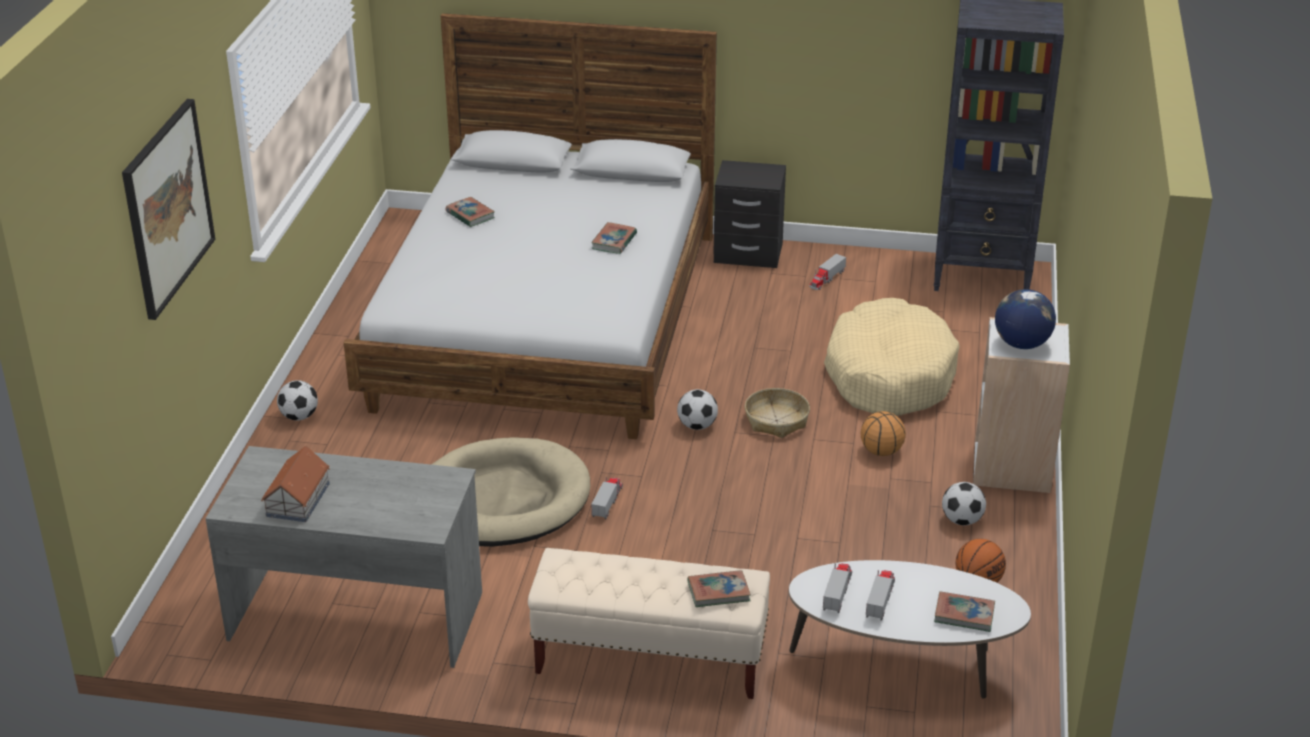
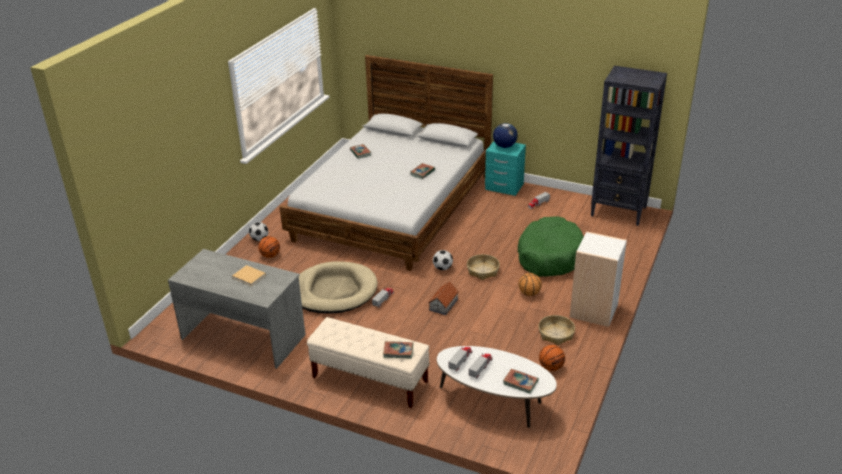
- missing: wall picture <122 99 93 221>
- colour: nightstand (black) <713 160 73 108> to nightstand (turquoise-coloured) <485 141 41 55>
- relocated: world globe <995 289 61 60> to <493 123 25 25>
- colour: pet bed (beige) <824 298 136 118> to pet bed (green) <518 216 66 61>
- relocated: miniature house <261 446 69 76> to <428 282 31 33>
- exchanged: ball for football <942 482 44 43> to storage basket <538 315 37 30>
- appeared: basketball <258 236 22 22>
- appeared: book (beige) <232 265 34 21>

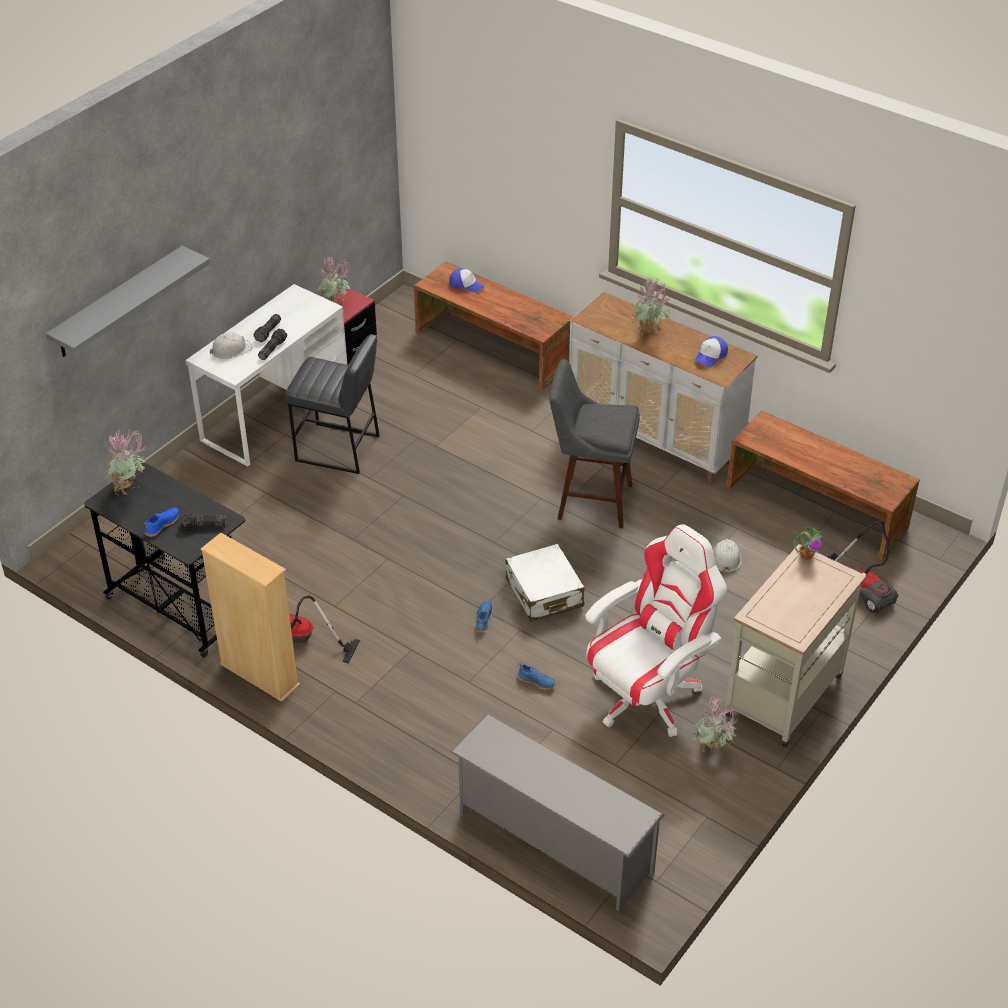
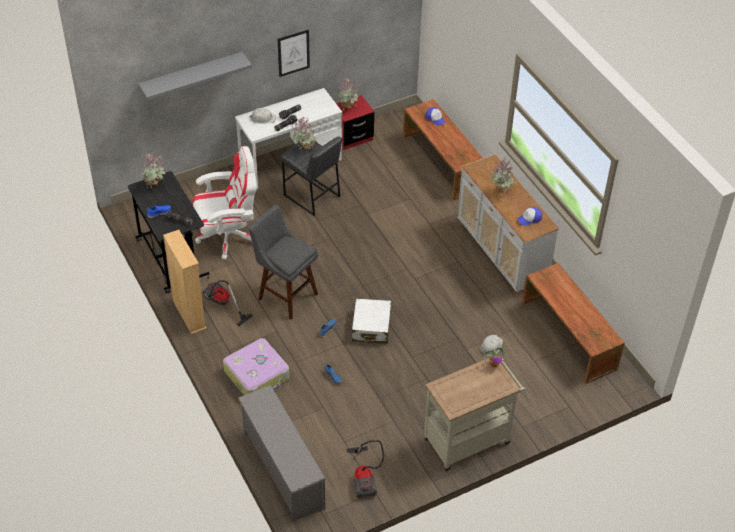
- relocated: stool seat (greyish) <549 359 91 170> to <249 205 69 114>
- relocated: hoover <828 521 70 93> to <346 440 38 59>
- relocated: office chair (white-coloured) <585 524 142 213> to <193 146 64 114>
- relocated: plant in a pot <692 696 46 57> to <291 117 26 34>
- appeared: wall picture <278 30 32 47>
- appeared: suitcase <223 338 66 57>

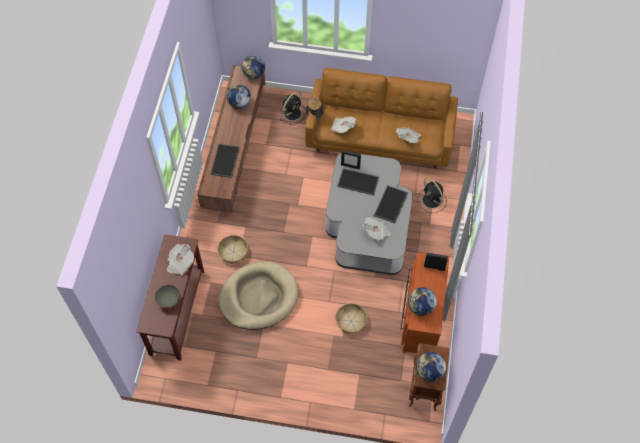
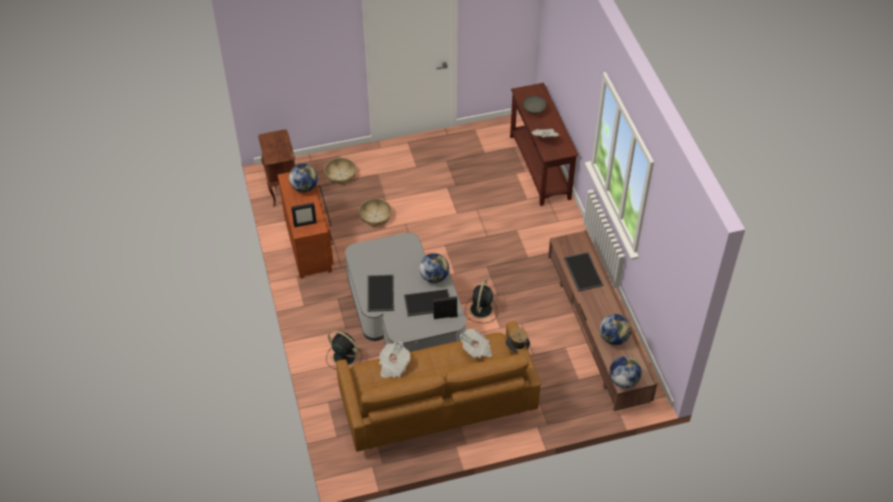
- relocated: cooling fan (black) <280 91 25 34> to <465 279 32 44>
- missing: printed paper <363 217 28 23>
- relocated: storage basket <218 235 30 29> to <325 158 31 27>
- missing: pet bed (beige) <219 261 79 69>
- relocated: world globe <416 352 30 30> to <419 253 30 30>

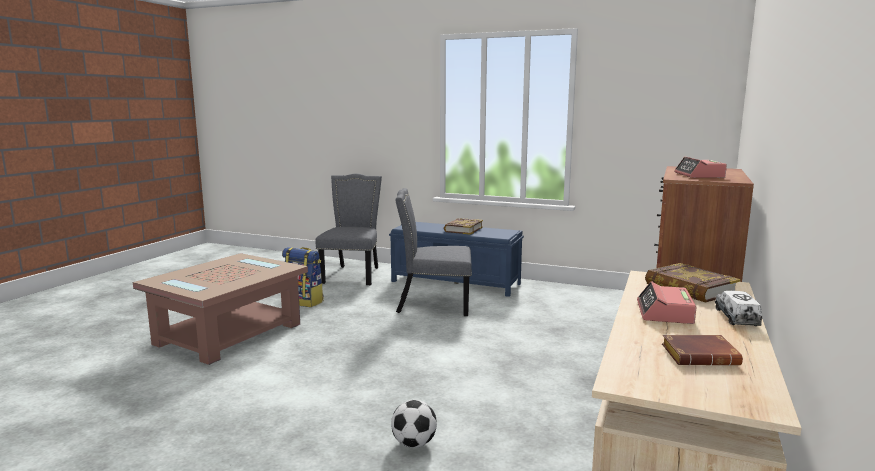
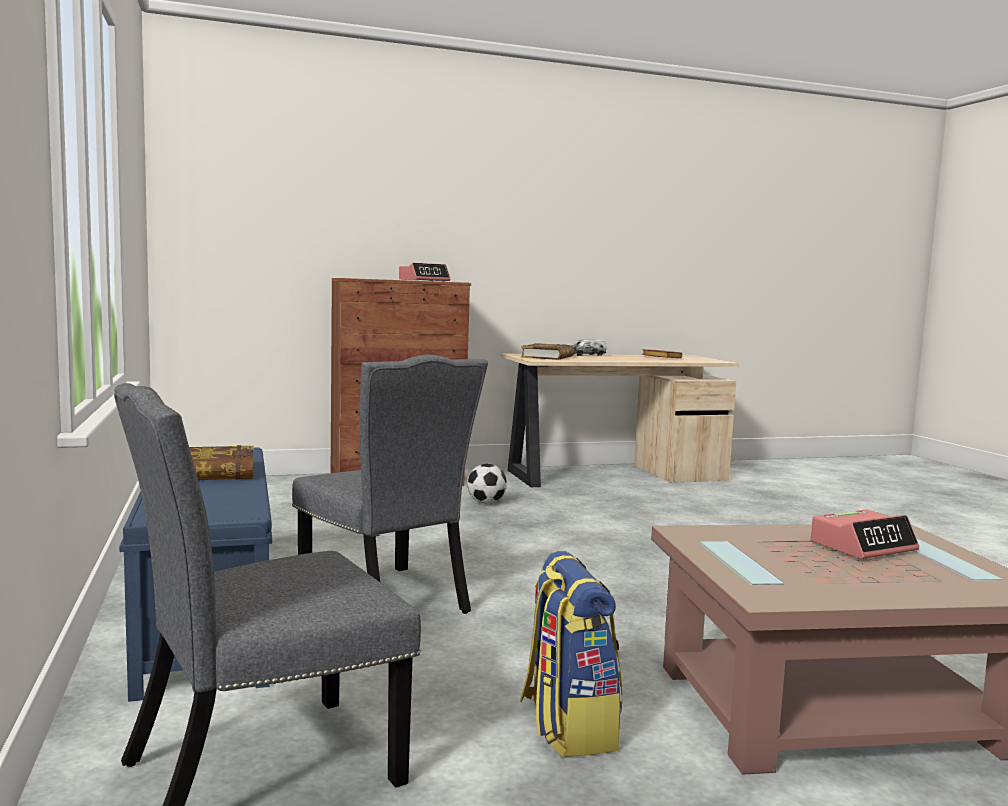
- relocated: alarm clock <637 281 59 43> to <811 510 108 49>
- relocated: ball for football <391 400 46 48> to <467 464 40 40>

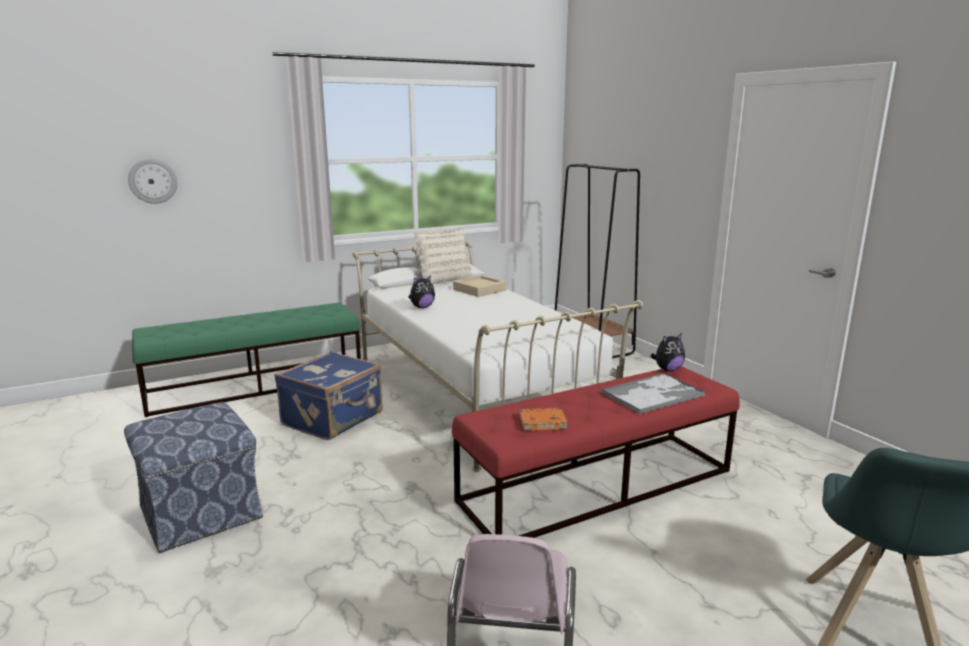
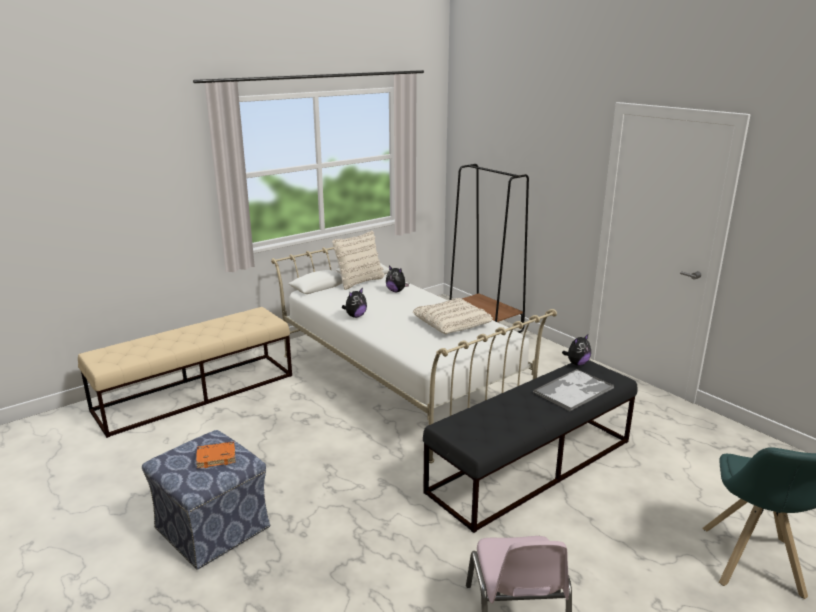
- missing: wall clock <128 159 50 45>
- exchanged: serving tray (beige) <453 275 53 22> to soft toy <386 266 23 26>
- colour: long seat (green) <132 303 229 114> to long seat (beige) <78 307 214 131>
- missing: suitcase (blue) <274 351 109 89>
- colour: long seat (reddish) <452 366 288 172> to long seat (black) <423 360 215 173>
- relocated: book (orange) <520 408 48 23> to <196 441 40 28>
- appeared: throw pillow (beige) <413 298 80 36>

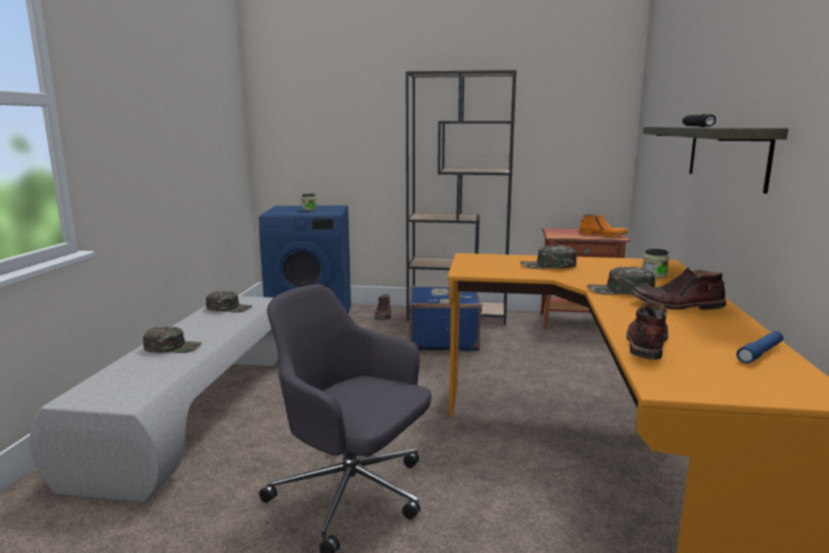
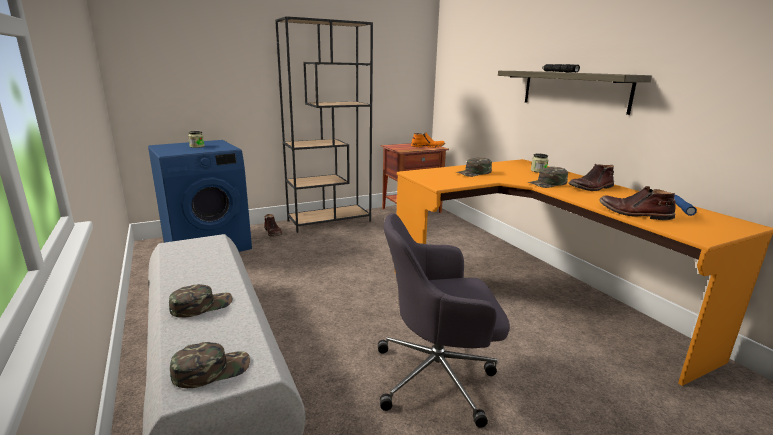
- missing: suitcase (blue) <409 286 73 65>
- relocated: cap (green) <206 291 47 22> to <170 342 80 46>
- spun: boot (brownish) <626 301 42 59> = <599 186 77 34> 45 degrees counterclockwise

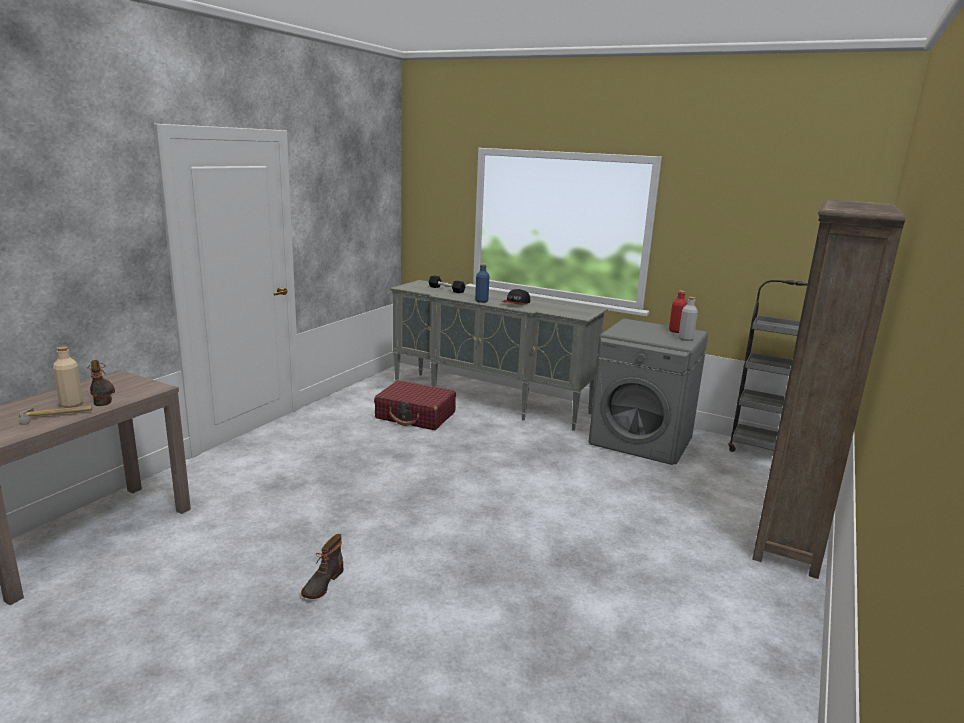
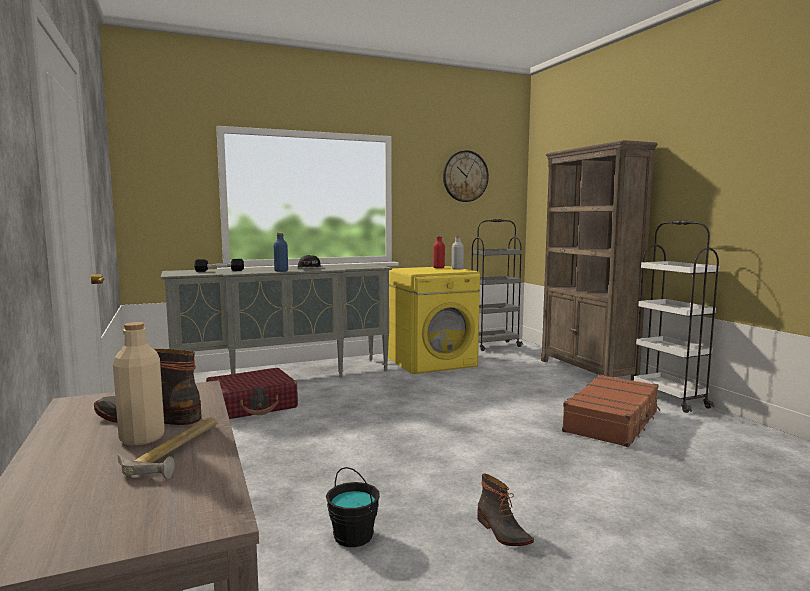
- colour: laundry machine (greyish) <588 318 120 147> to laundry machine (yellowish) <388 266 92 108>
- appeared: wall clock <443 150 46 52>
- appeared: wheeled cart (white-coloured) <634 220 85 193>
- appeared: suitcase (brownish) <562 375 98 72>
- appeared: pail (black) <326 467 54 80>

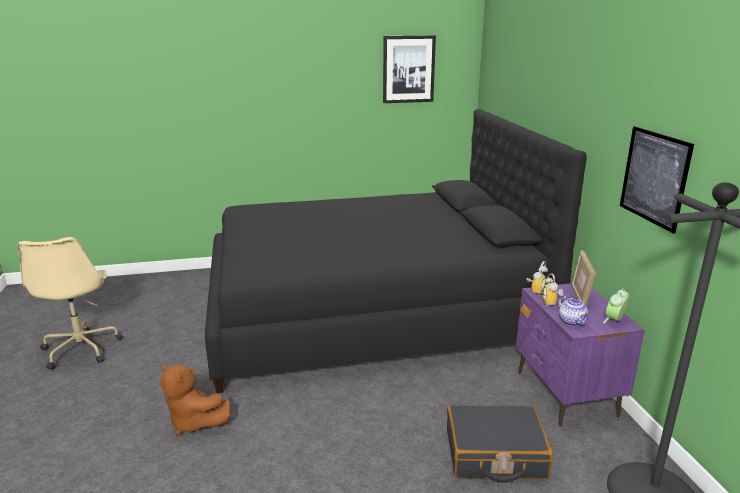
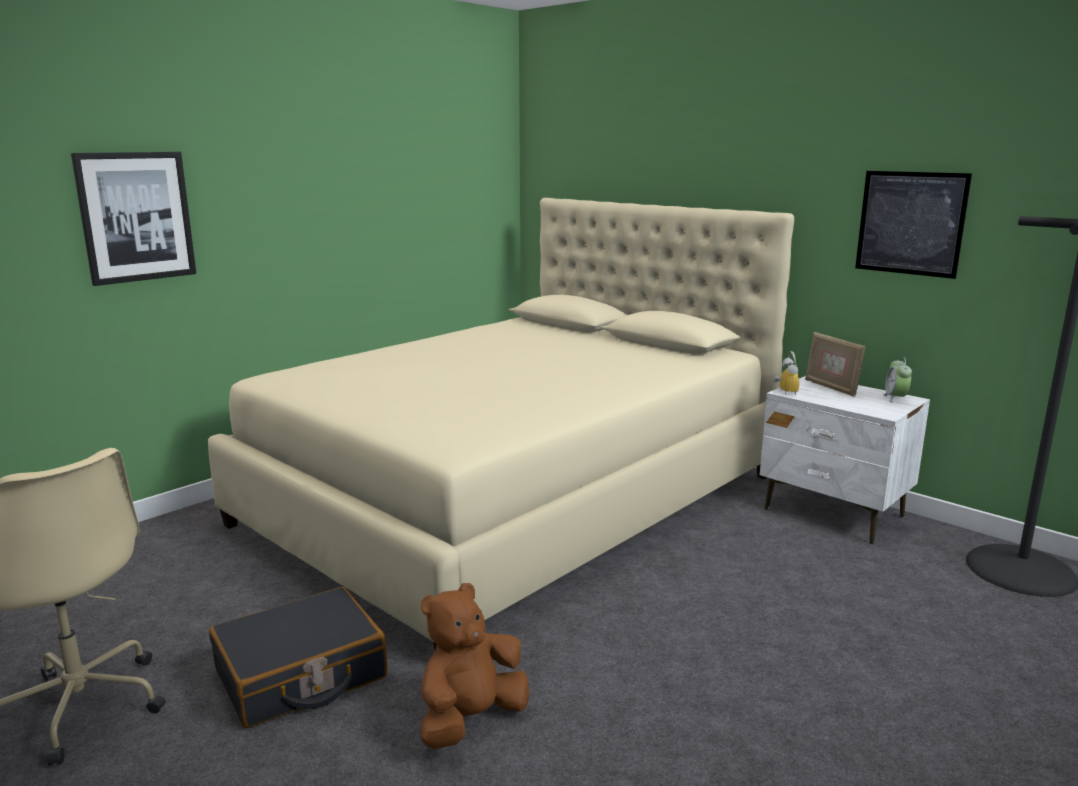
- relocated: wall picture <383 35 53 68> to <71 152 125 134>
- colour: bedroom bed (black) <205 109 382 284> to bedroom bed (beige) <208 198 586 452>
- missing: alarm clock <541 274 22 32>
- colour: nightstand (purple) <516 283 129 143> to nightstand (white-coloured) <760 376 170 168>
- missing: tea pot <558 295 33 31>
- spun: soft toy (brownish) <161 364 70 71> = <420 583 110 166> 135 degrees clockwise
- relocated: suitcase (black) <447 405 106 78> to <209 587 178 141>

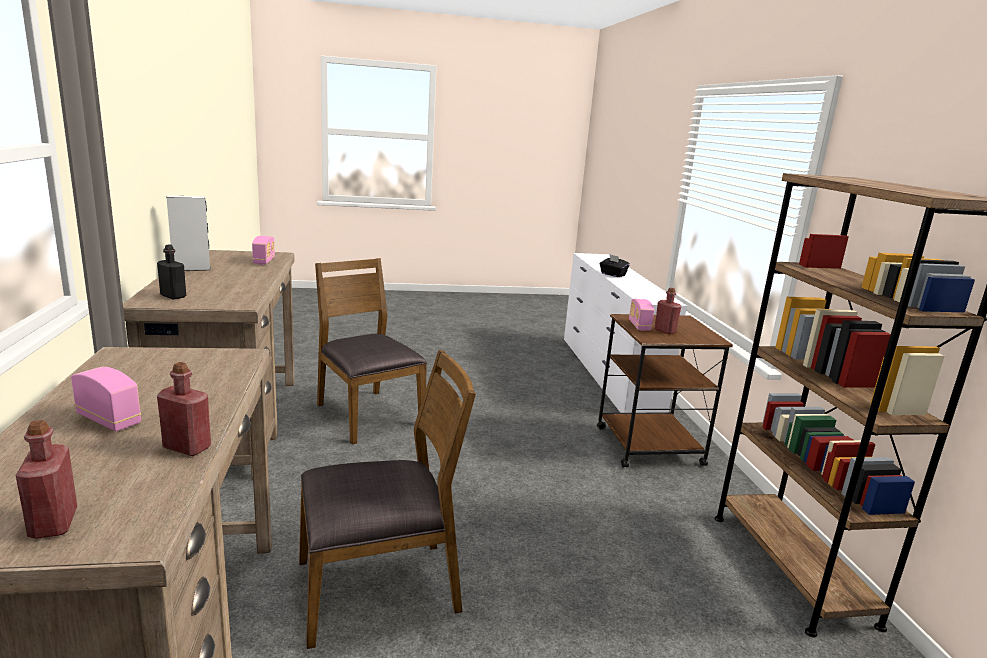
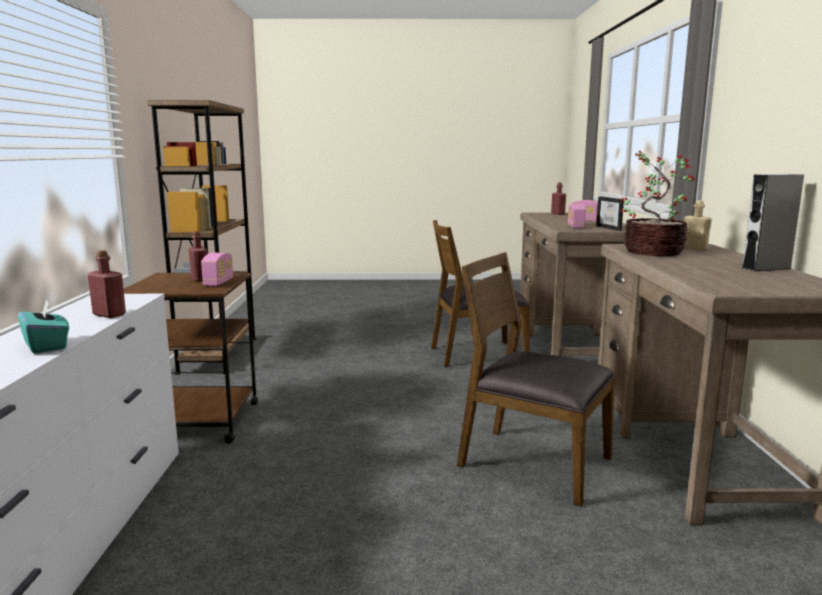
- relocated: radio <252 236 23 29> to <568 204 18 25>
- colour: beverage bottle (black) <157 244 29 55> to beverage bottle (beige) <684 200 28 51>
- colour: tissue holder (black) <600 254 30 23> to tissue holder (turquoise-coloured) <18 299 51 55>
- spun: chair (brownish) <315 258 112 187> = <457 252 158 254> 150 degrees clockwise
- relocated: beverage bottle (reddish) <157 362 54 94> to <88 250 38 68>
- appeared: plant in a pot <621 150 75 106>
- appeared: standing frame <596 196 28 35>

